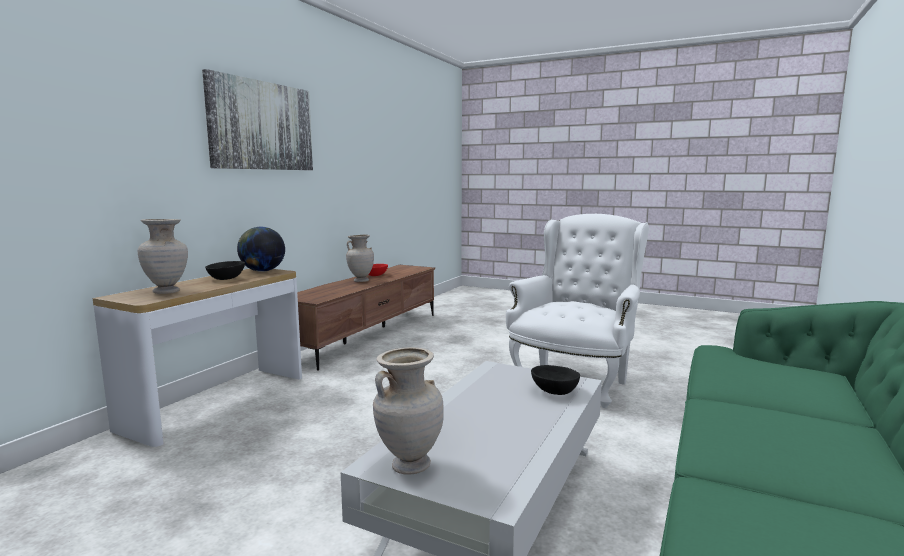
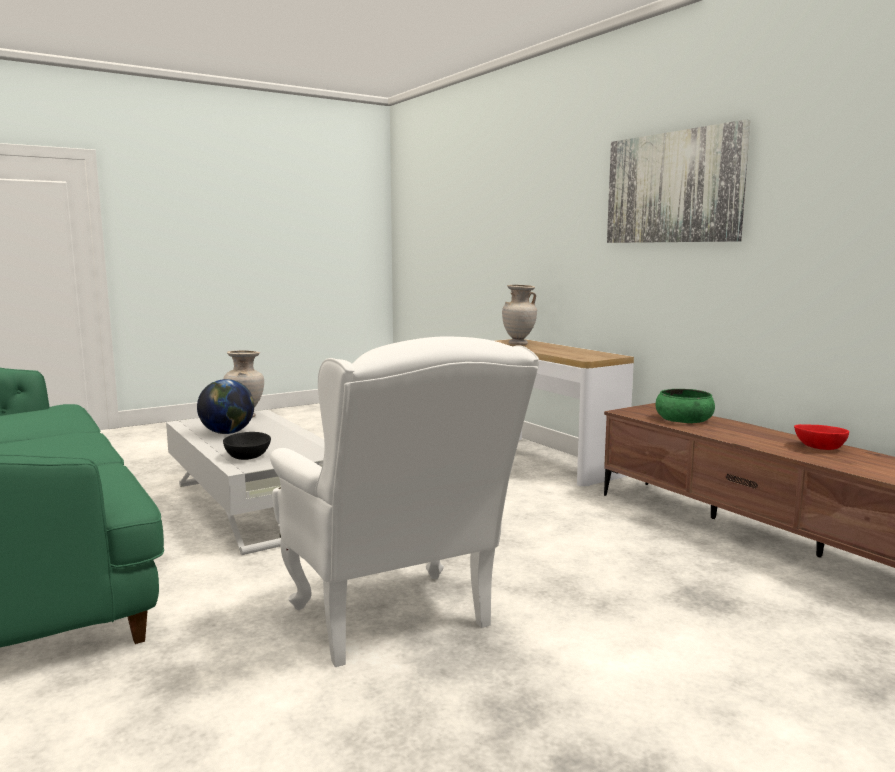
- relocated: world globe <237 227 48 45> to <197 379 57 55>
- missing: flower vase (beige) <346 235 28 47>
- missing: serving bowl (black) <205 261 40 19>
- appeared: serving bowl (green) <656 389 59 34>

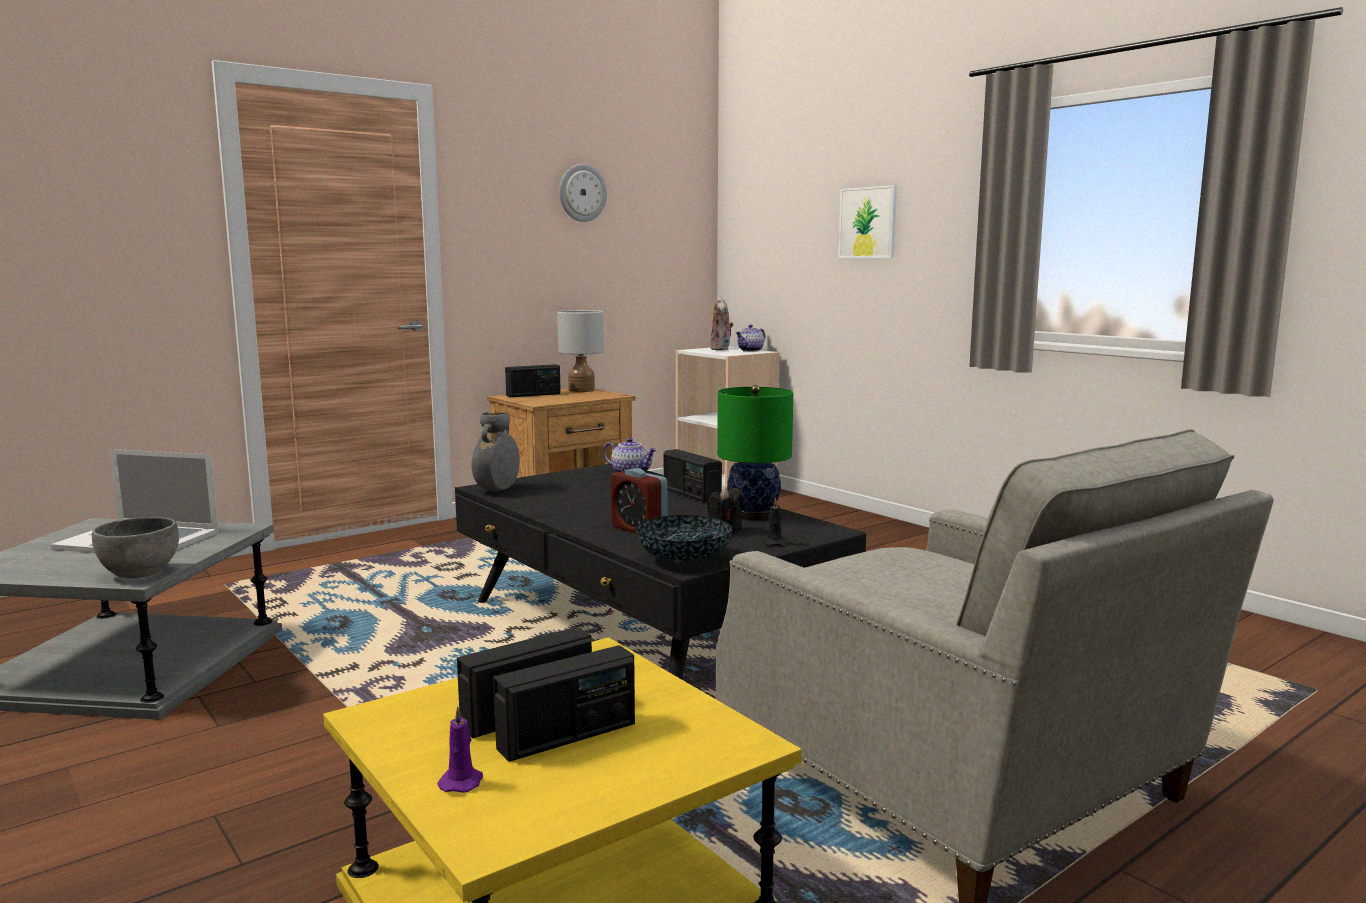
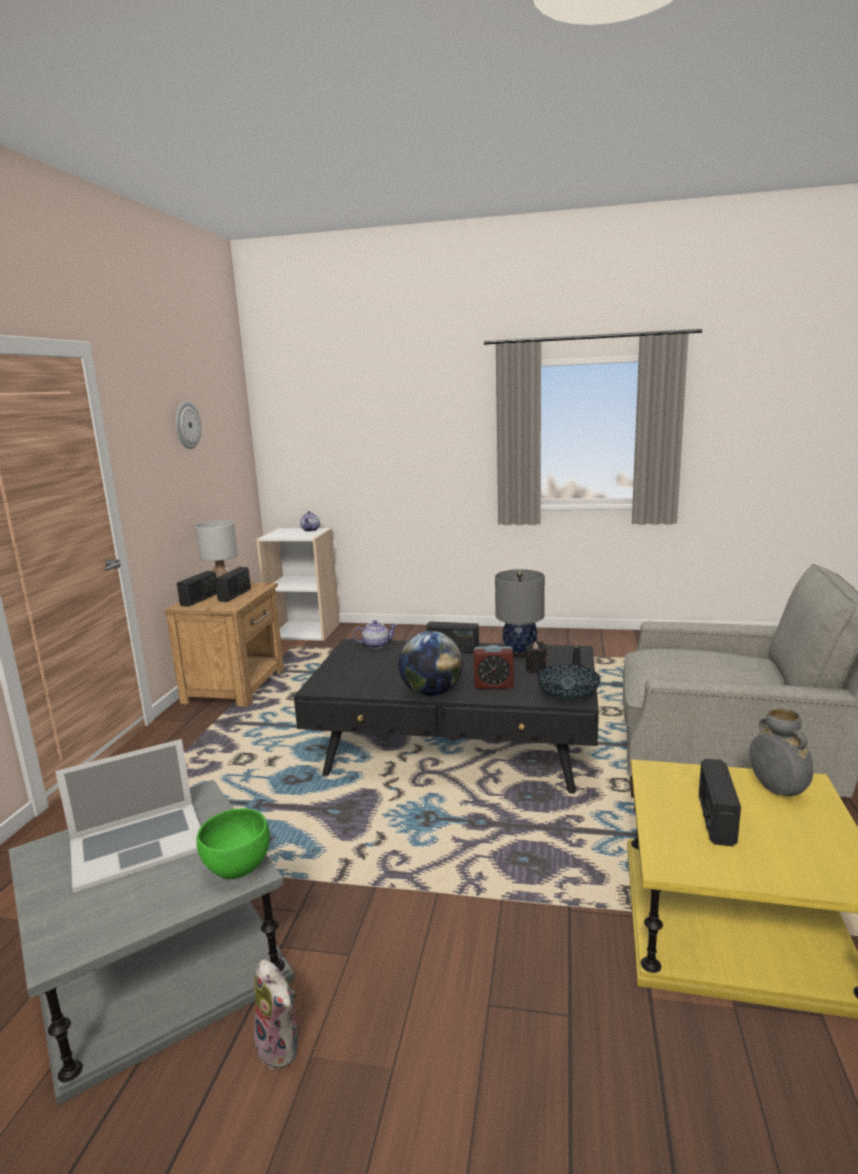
- missing: wall picture <838 185 59 73>
- relocated: soft toy <710 297 24 53> to <254 959 45 111>
- colour: tabletop lamp (green) <717 385 76 135> to tabletop lamp (greyish) <495 569 50 89>
- relocated: flower vase (greyish) <471 412 49 80> to <749 708 65 88>
- colour: serving bowl (greyish) <92 517 87 61> to serving bowl (green) <196 808 74 71>
- relocated: radio <493 645 142 117> to <215 567 36 35>
- missing: wax light (purple) <438 706 45 87>
- appeared: world globe <398 631 65 65>

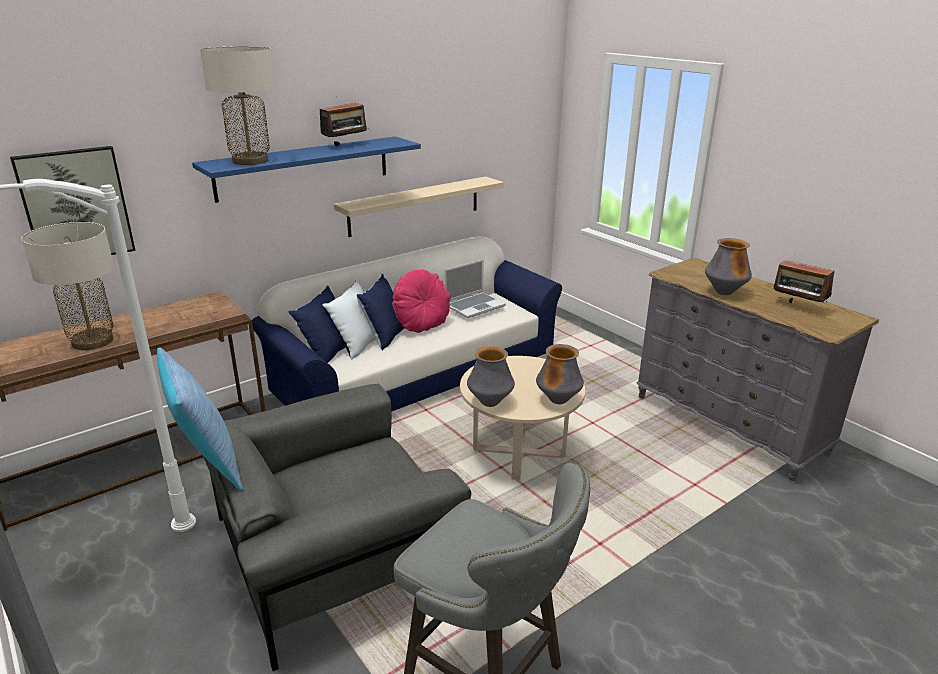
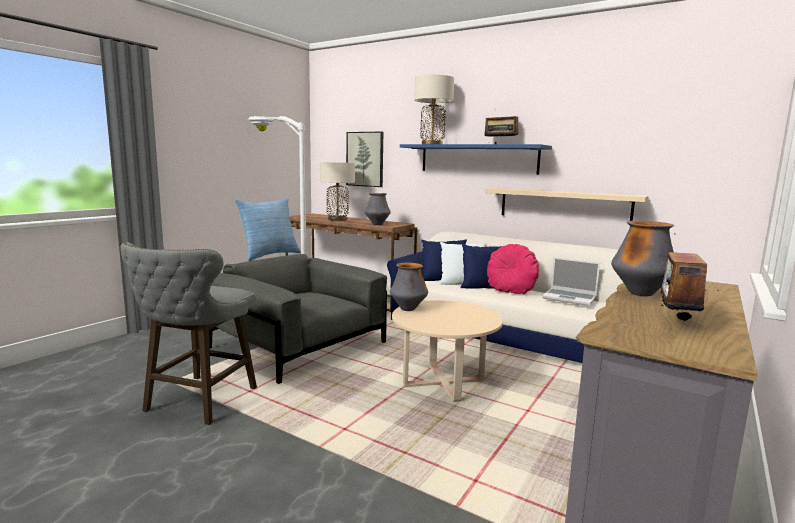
- relocated: flower vase <536 344 48 60> to <364 193 27 32>

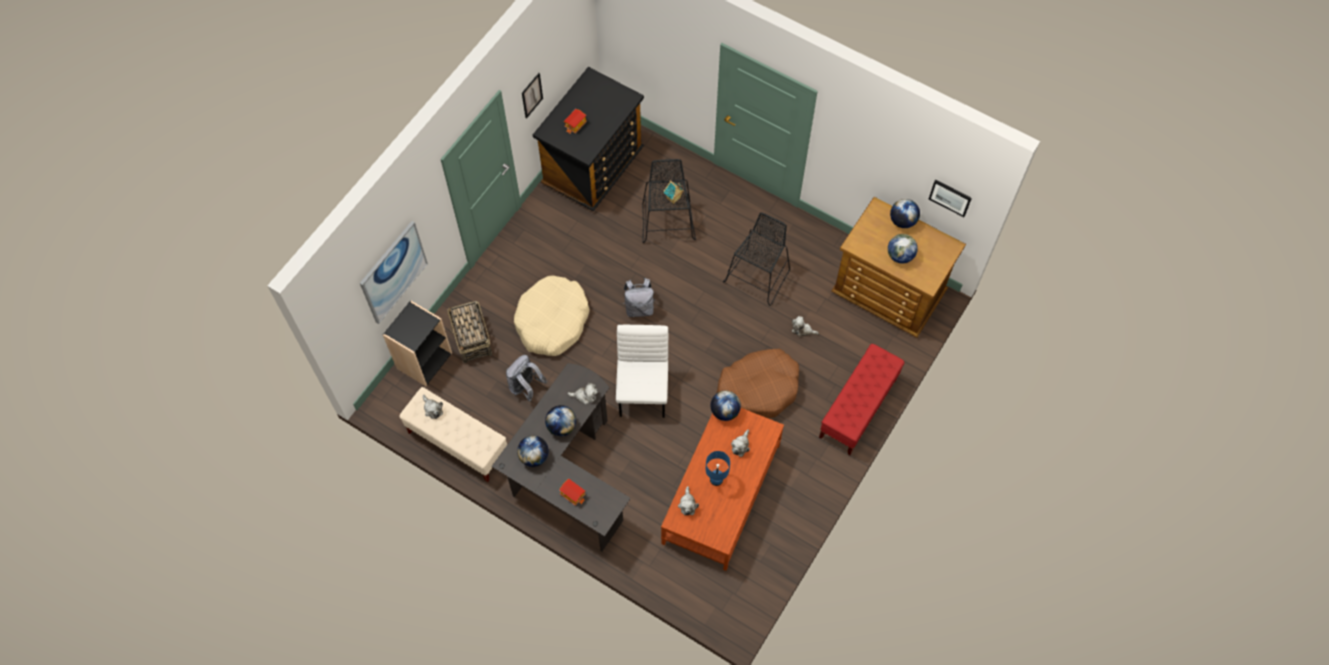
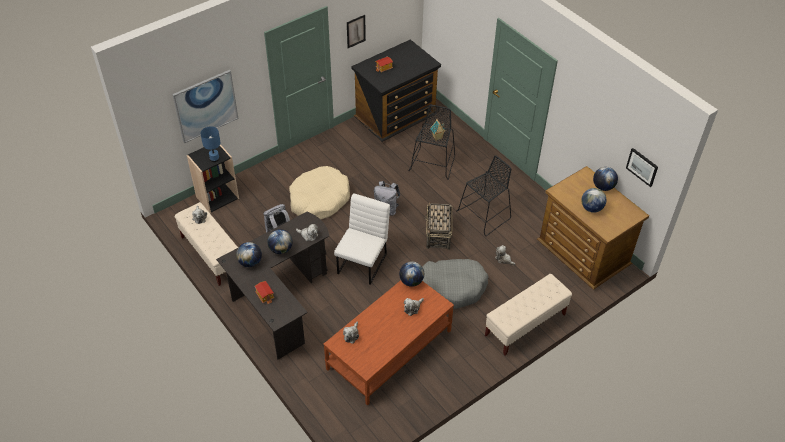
- relocated: storage basket <447 301 45 62> to <425 202 28 48>
- colour: long seat (reddish) <819 344 85 111> to long seat (beige) <485 274 87 82>
- colour: pet bed (brownish) <716 349 83 70> to pet bed (greyish) <422 259 66 50>
- relocated: tabletop lamp (blue) <706 451 24 35> to <201 126 20 36>

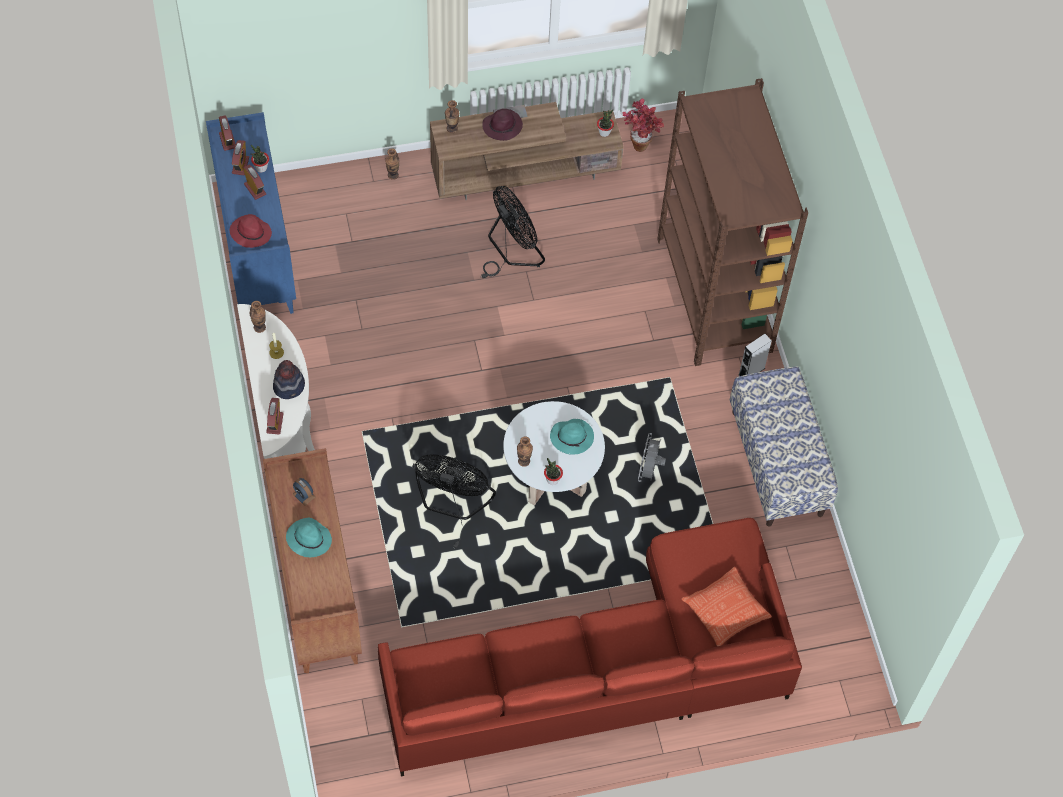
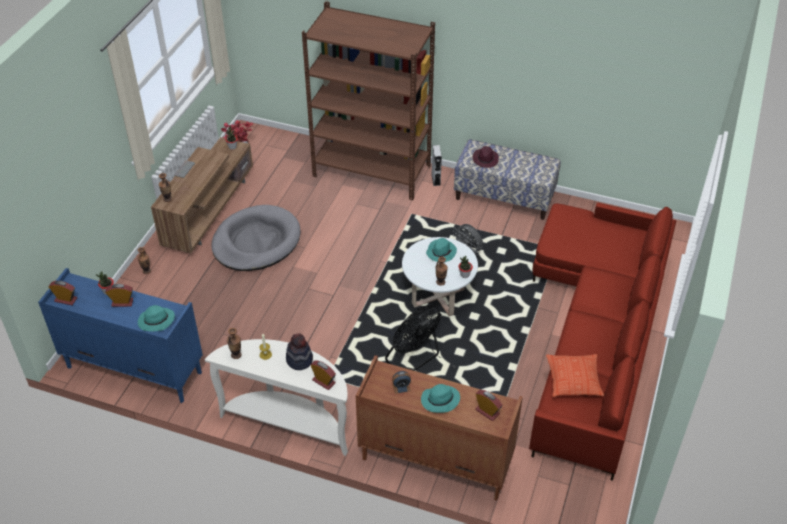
- relocated: clothing hat (purple) <482 109 41 32> to <473 146 26 22>
- relocated: alarm clock <232 140 17 35> to <475 390 27 31>
- exchanged: cooling fan (black) <482 186 63 92> to pet bed (greyish) <211 205 89 66>
- colour: clothing hat (reddish) <230 214 42 34> to clothing hat (turquoise-coloured) <138 305 37 26>
- relocated: throw pillow (orange) <682 567 90 79> to <546 354 58 43>

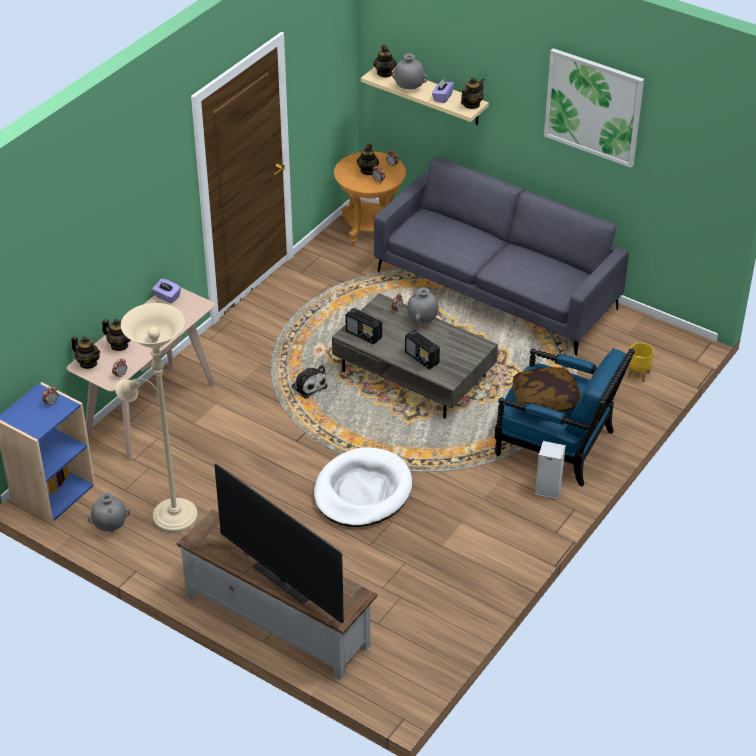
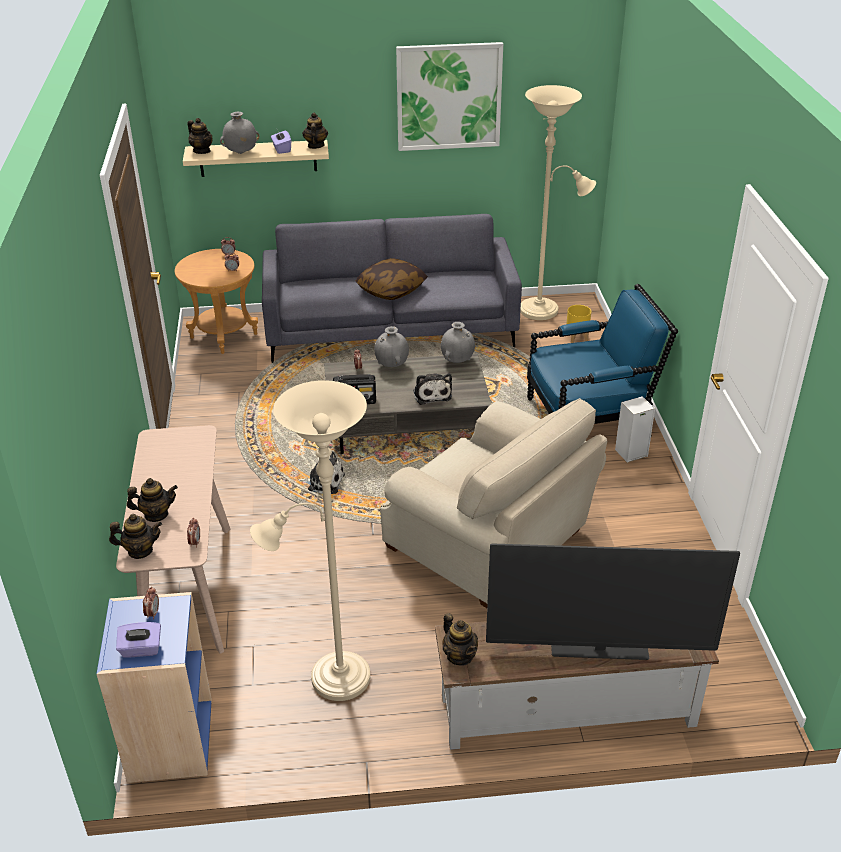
- relocated: tea pot <357 144 22 31> to <442 613 36 52>
- relocated: tissue holder (purple) <152 279 29 24> to <116 622 45 36>
- exchanged: radio <405 330 35 39> to soft toy <413 373 39 32>
- relocated: throw pillow <513 367 68 45> to <356 258 72 42>
- exchanged: pet bed (white-coloured) <314 447 98 80> to armchair (beige) <380 398 227 210>
- relocated: flower vase (greyish) <88 493 42 40> to <441 322 34 41>
- appeared: floor lamp (beige) <520 85 76 235>

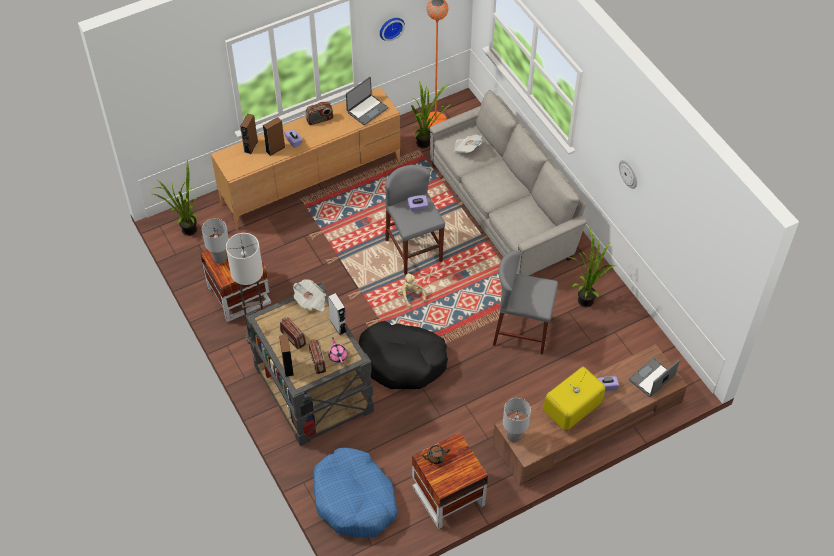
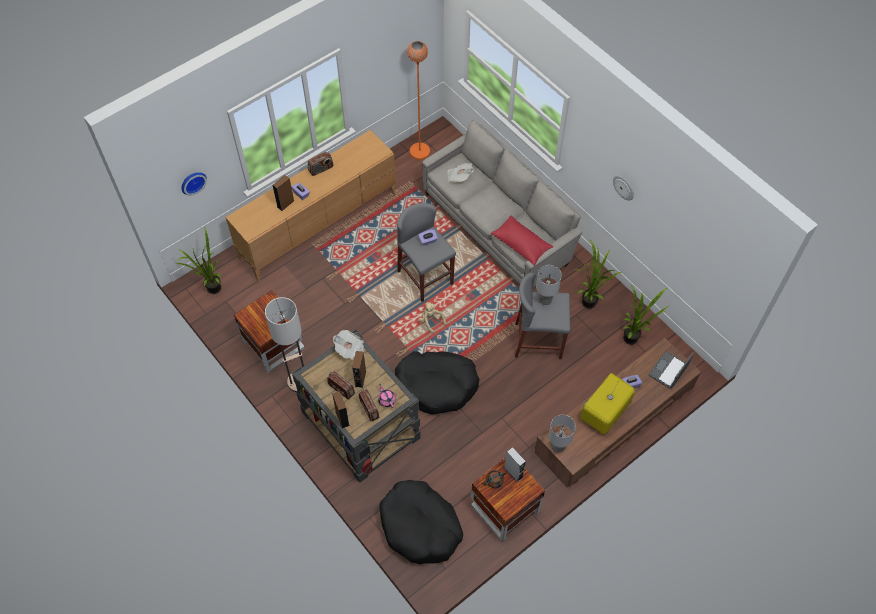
- relocated: wall clock <380 18 25 23> to <181 172 26 23>
- missing: notebook computer <346 77 42 48>
- relocated: plant in a pot <411 81 40 68> to <623 285 46 60>
- relocated: audio speaker (brownish) <240 113 18 41> to <352 351 14 37>
- relocated: tabletop lamp (greyish) <202 218 27 46> to <536 265 26 40>
- relocated: audio speaker (greyish) <328 293 19 42> to <504 447 22 35>
- colour: pet bed (blue) <314 448 84 90> to pet bed (black) <379 480 84 84>
- appeared: throw pillow (reddish) <491 216 63 50>

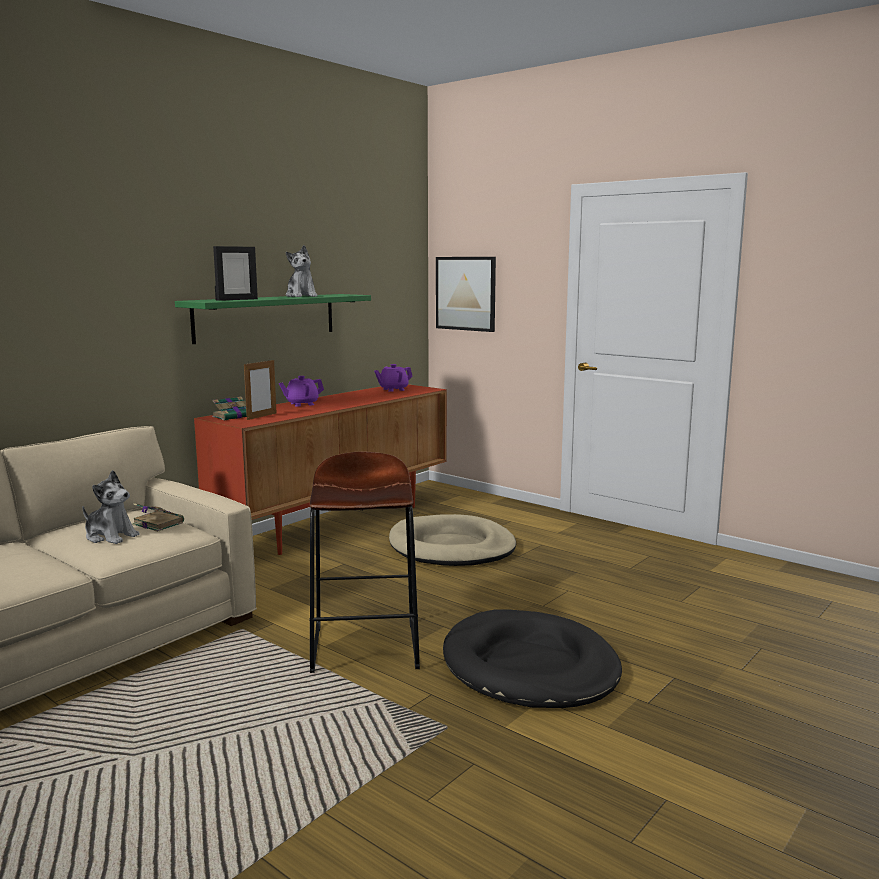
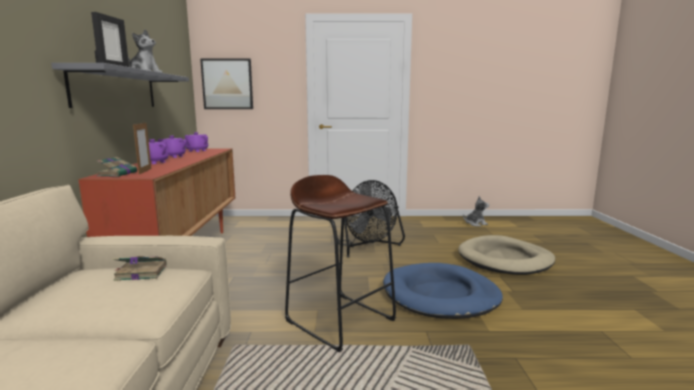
- colour: shelf (green) <175 294 196 50> to shelf (greyish) <51 63 138 45>
- relocated: soft toy <82 470 58 74> to <463 196 26 31>
- relocated: pet bed (beige) <389 514 127 52> to <458 235 97 40>
- colour: pet bed (black) <443 610 179 98> to pet bed (blue) <383 263 120 56>
- appeared: tea pot (purple) <158 136 29 22>
- appeared: cooling fan (black) <338 180 67 78>

